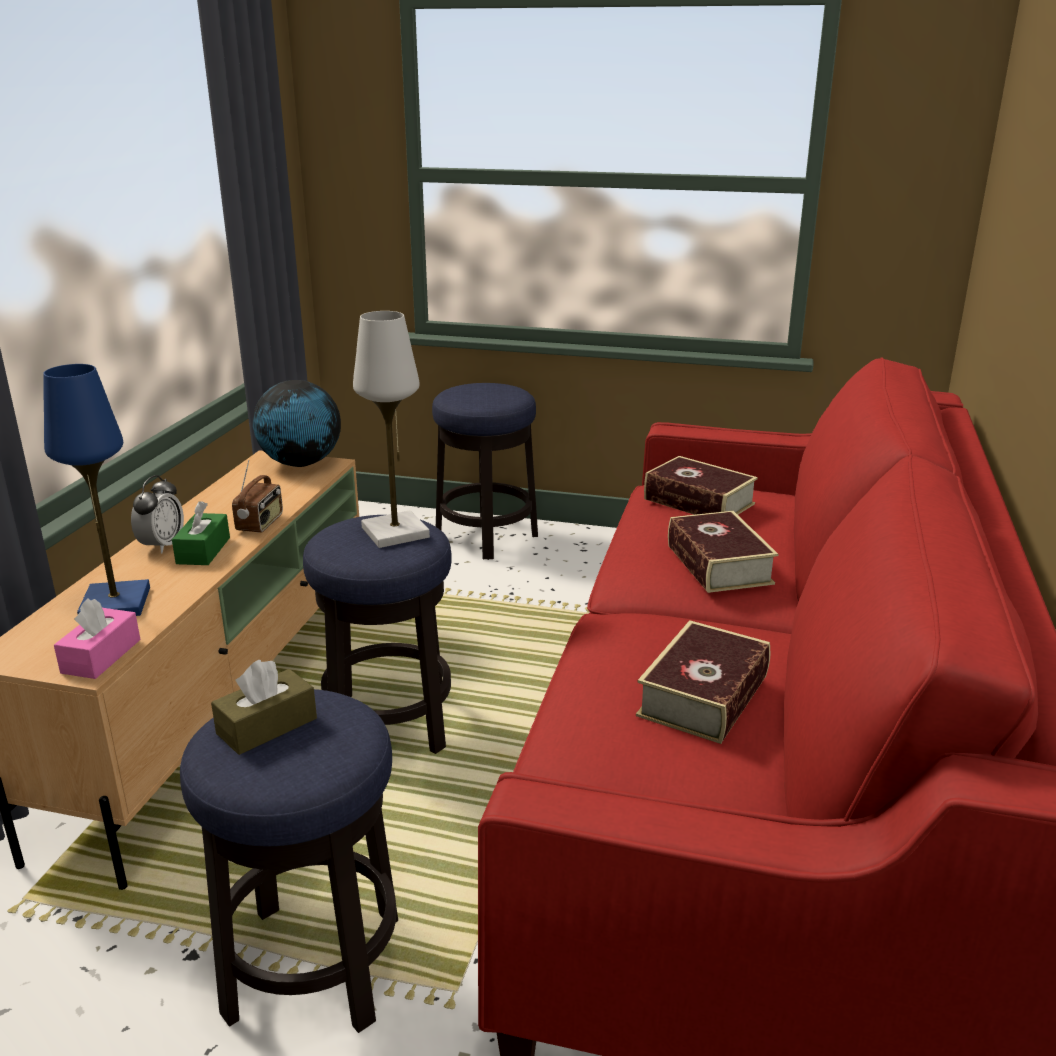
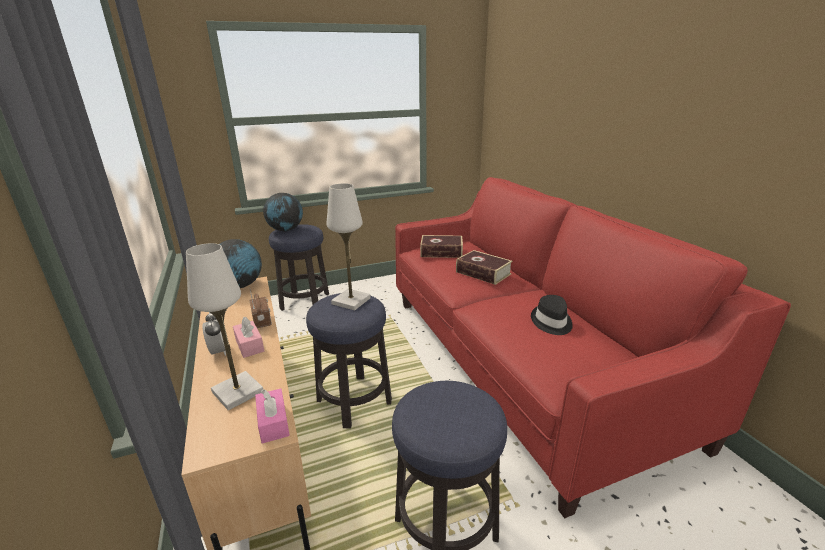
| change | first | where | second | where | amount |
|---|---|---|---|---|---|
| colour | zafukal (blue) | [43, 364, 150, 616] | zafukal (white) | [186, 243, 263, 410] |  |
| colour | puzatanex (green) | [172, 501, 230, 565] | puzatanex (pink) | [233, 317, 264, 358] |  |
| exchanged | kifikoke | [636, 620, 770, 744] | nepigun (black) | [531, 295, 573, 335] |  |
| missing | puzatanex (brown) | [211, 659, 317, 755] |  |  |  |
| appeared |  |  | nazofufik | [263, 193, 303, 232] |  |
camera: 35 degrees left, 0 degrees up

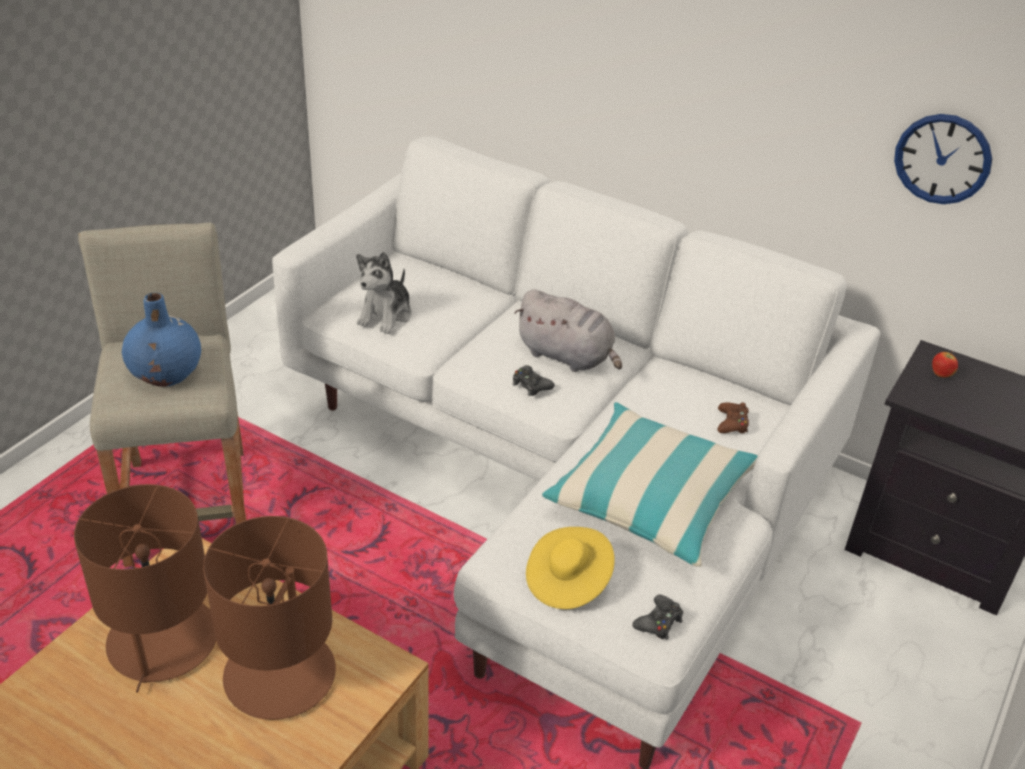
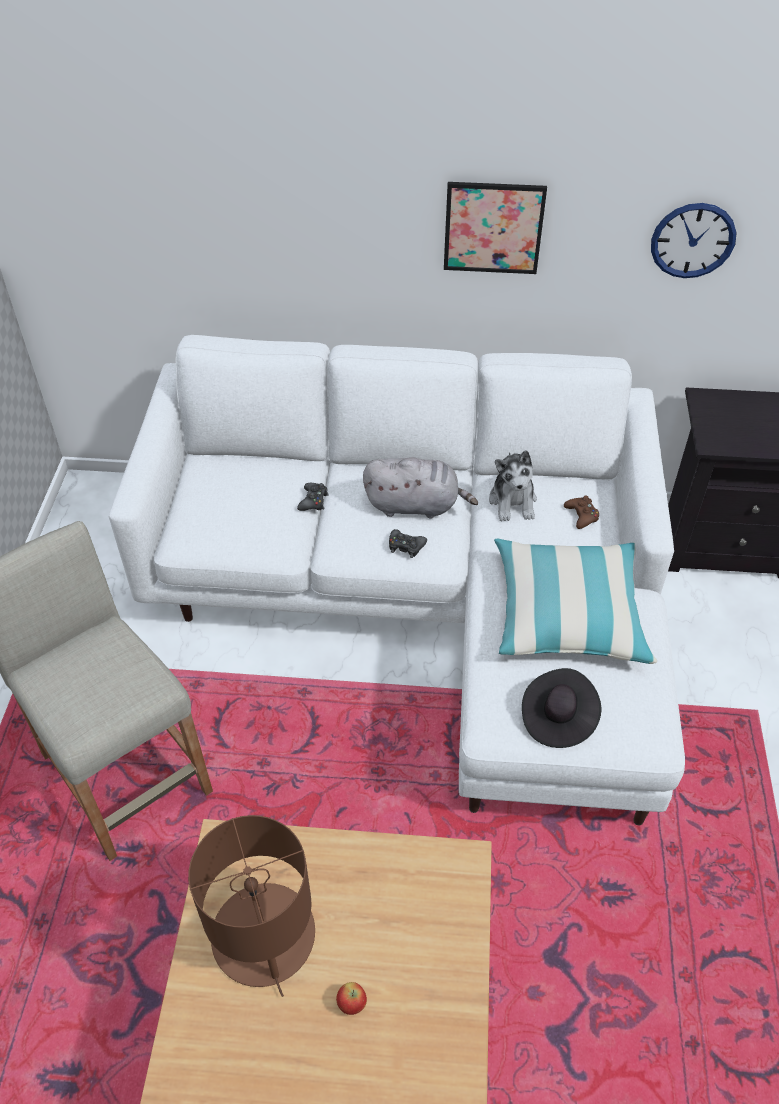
| change | first | where | second | where | amount |
|---|---|---|---|---|---|
| relocated | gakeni | [356, 252, 412, 334] |  | [489, 450, 537, 521] |  |
| missing | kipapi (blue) | [122, 293, 201, 387] |  |  |  |
| relocated | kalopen | [932, 351, 958, 378] |  | [336, 982, 367, 1015] |  |
| missing | zafukal (brown) | [203, 516, 336, 720] |  |  |  |
| colour | nepigun (yellow) | [526, 527, 615, 609] | nepigun (black) | [522, 668, 601, 748] |  |
| relocated | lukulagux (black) | [632, 595, 683, 640] |  | [297, 483, 329, 511] |  |
| appeared |  |  | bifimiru | [444, 182, 547, 274] |  |
camera: 25 degrees left, 10 degrees up

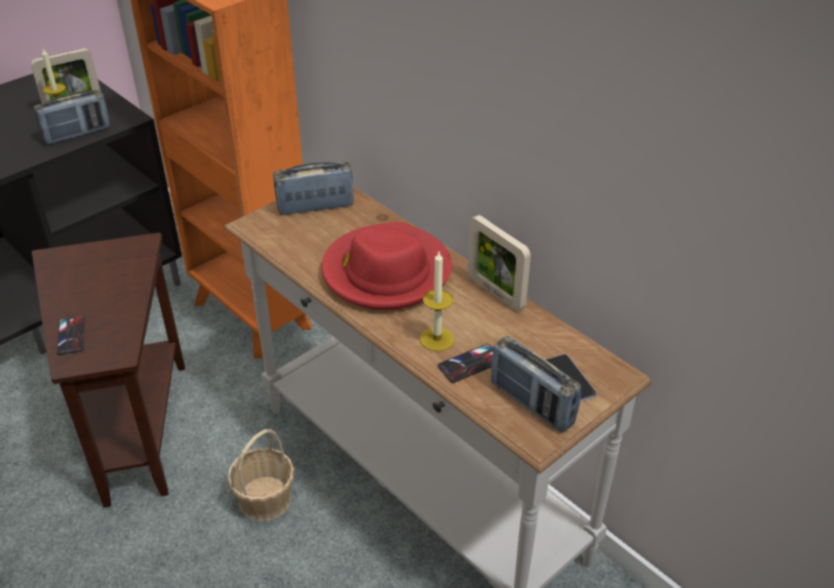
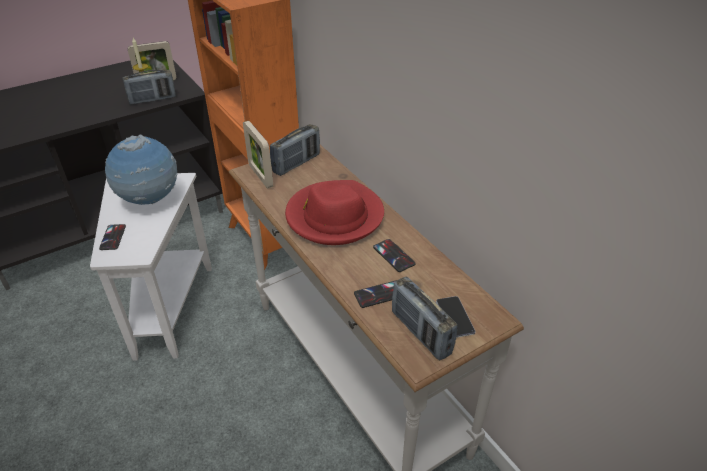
| change | first | where | second | where | amount |
|---|---|---|---|---|---|
| spun | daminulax | [273, 162, 354, 215] |  | [270, 124, 320, 176] | 135 degrees clockwise |
| relocated | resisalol | [467, 215, 531, 311] |  | [243, 121, 273, 189] |  |
| colour | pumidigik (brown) | [32, 233, 185, 507] | pumidigik (white) | [90, 173, 212, 361] |  |
| missing | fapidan | [420, 252, 454, 351] |  |  |  |
| missing | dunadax | [227, 429, 294, 521] |  |  |  |
| appeared |  |  | nazofufik | [105, 135, 177, 205] |  |
| appeared |  |  | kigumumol | [373, 239, 416, 272] |  |
camera: 10 degrees right, 0 degrees up

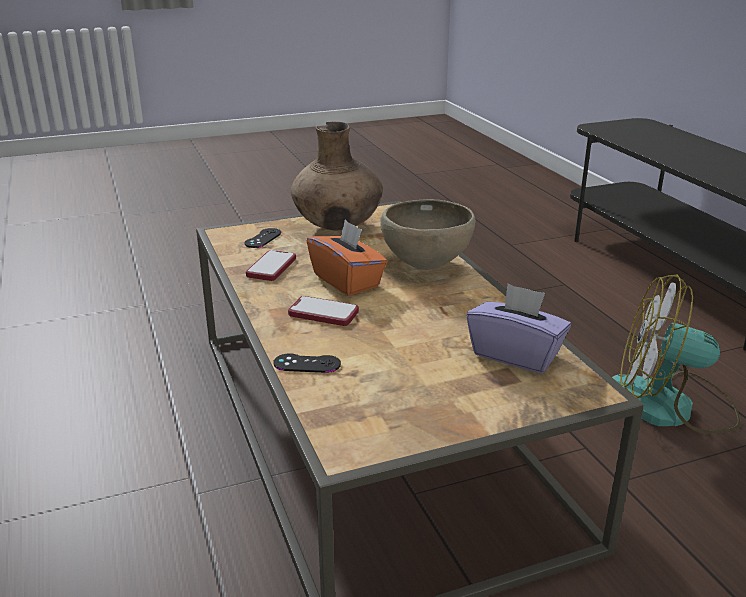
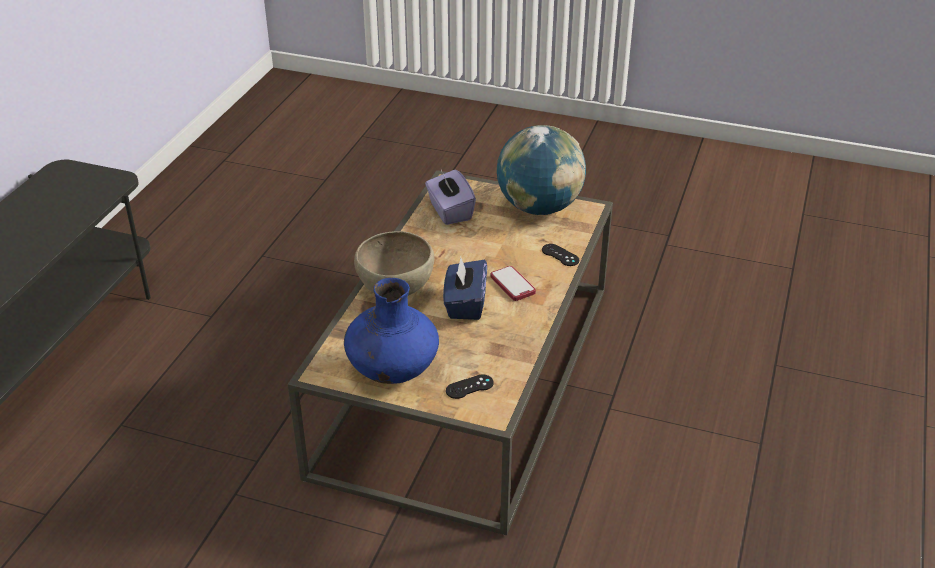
| change | first | where | second | where | amount |
|---|---|---|---|---|---|
| colour | kipapi (brown) | [291, 122, 383, 230] | kipapi (blue) | [344, 278, 439, 384] |  |
| colour | puzatanex (orange) | [307, 219, 387, 296] | puzatanex (blue) | [443, 257, 487, 320] |  |
| missing | kigumumol | [246, 250, 296, 281] |  |  |  |
| missing | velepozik | [612, 274, 741, 434] |  |  |  |
| appeared |  |  | nazofufik | [497, 125, 586, 215] |  |
camera: 140 degrees left, 10 degrees up

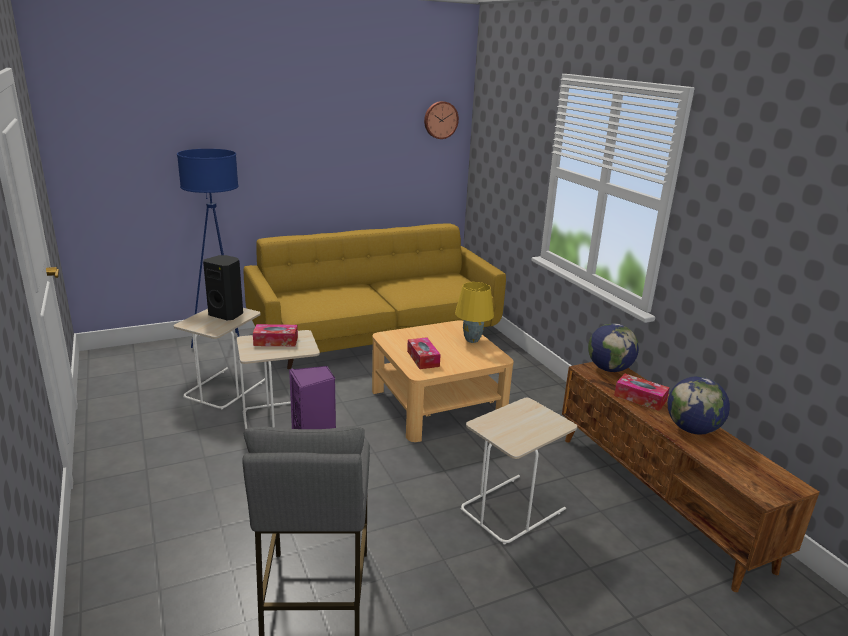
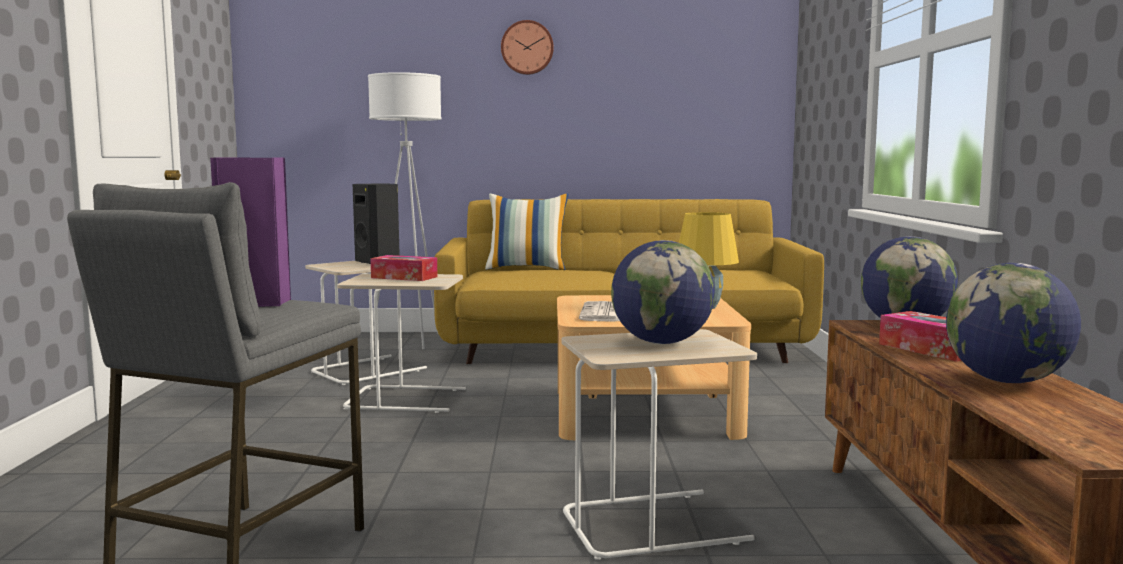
| change | first | where | second | where | amount |
|---|---|---|---|---|---|
| relocated | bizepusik | [424, 101, 459, 139] |  | [501, 20, 554, 75] |  |
| colour | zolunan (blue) | [177, 149, 240, 348] | zolunan (white) | [368, 72, 442, 349] |  |
| exchanged | puzatanex | [407, 337, 441, 369] | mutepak | [579, 301, 620, 322] |  |
| appeared |  |  | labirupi | [485, 194, 569, 270] |  |
| appeared |  |  | nazofufik | [611, 240, 715, 344] |  |
camera: 25 degrees right, 15 degrees down

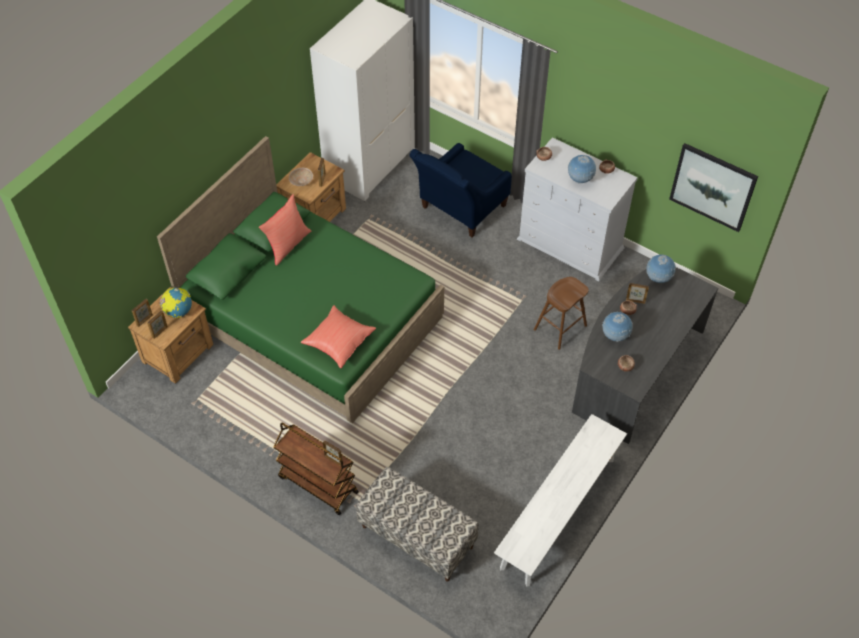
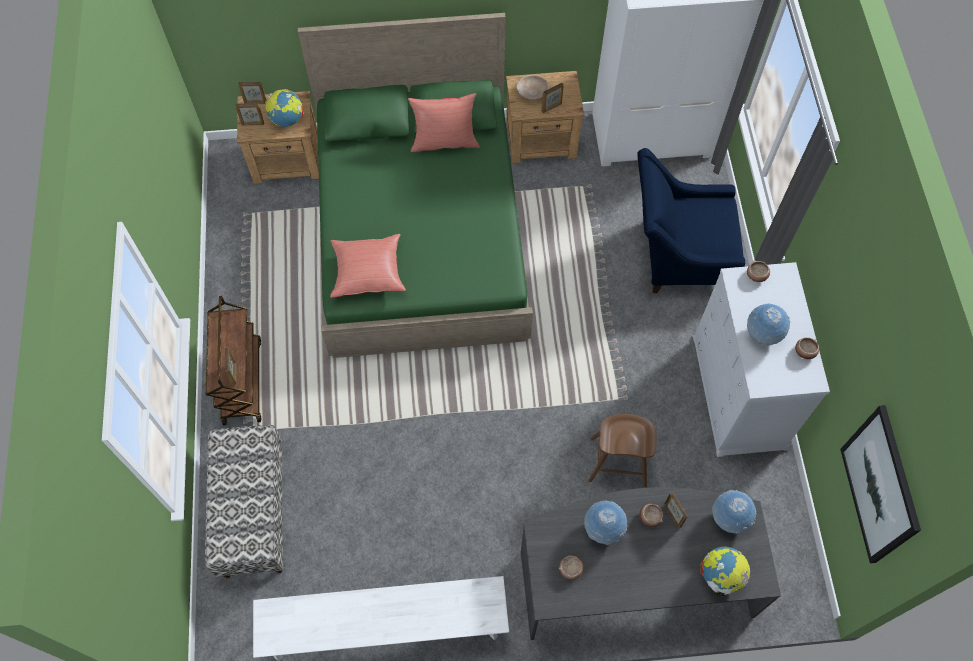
| change | first | where | second | where | amount |
|---|---|---|---|---|---|
| appeared |  |  | nazofufik | [701, 547, 750, 596] |  |
camera: 50 degrees right, 10 degrees up

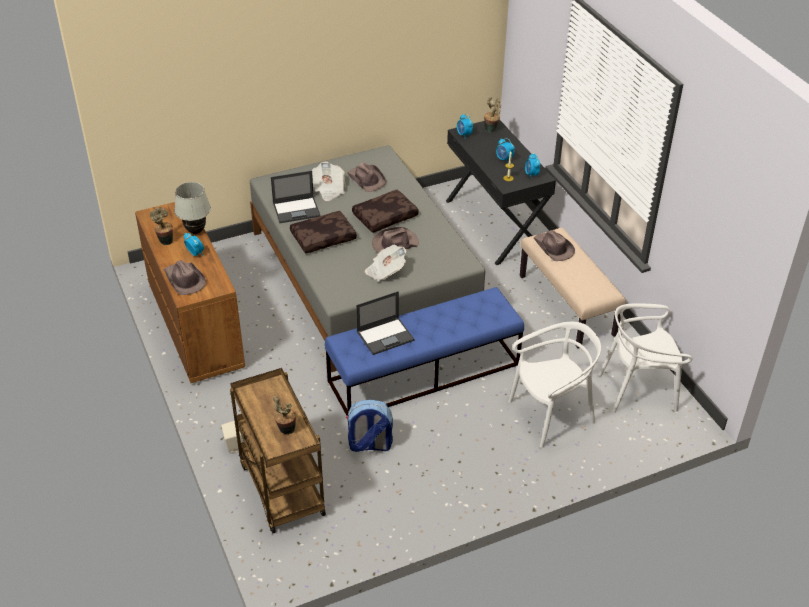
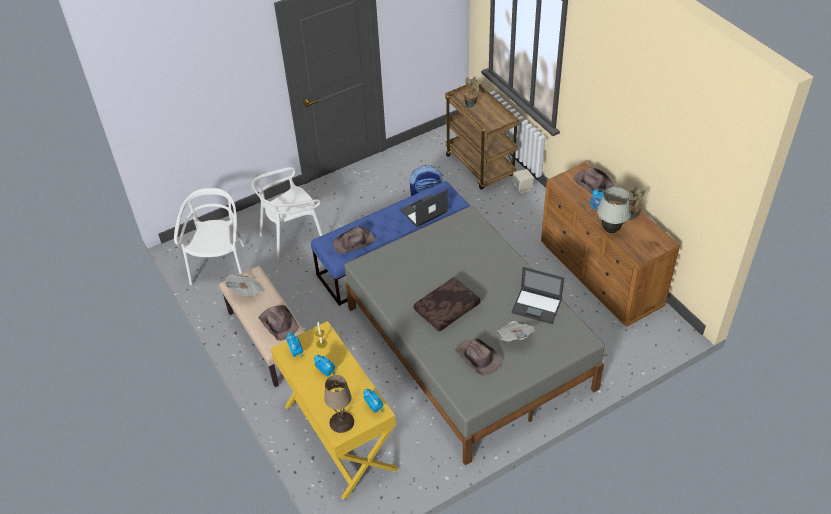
| change | first | where | second | where | amount |
|---|---|---|---|---|---|
| exchanged | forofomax | [484, 97, 501, 132] | zafukal (beige) | [325, 375, 354, 433] |  |
| colour | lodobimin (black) | [446, 120, 556, 265] | lodobimin (yellow) | [271, 321, 399, 500] |  |
| spun | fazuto | [271, 171, 321, 223] |  | [511, 267, 564, 324] | 135 degrees counterclockwise |
| missing | labirupi (brown) | [290, 211, 357, 254] |  |  |  |
| relocated | nepigun (brown) | [372, 227, 419, 253] |  | [333, 227, 375, 254] |  |
| relocated | mutepak | [365, 244, 407, 282] |  | [224, 274, 266, 297] |  |
| spun | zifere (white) | [599, 304, 692, 413] |  | [174, 188, 245, 285] | 75 degrees counterclockwise |
camera: 175 degrees right, 5 degrees up

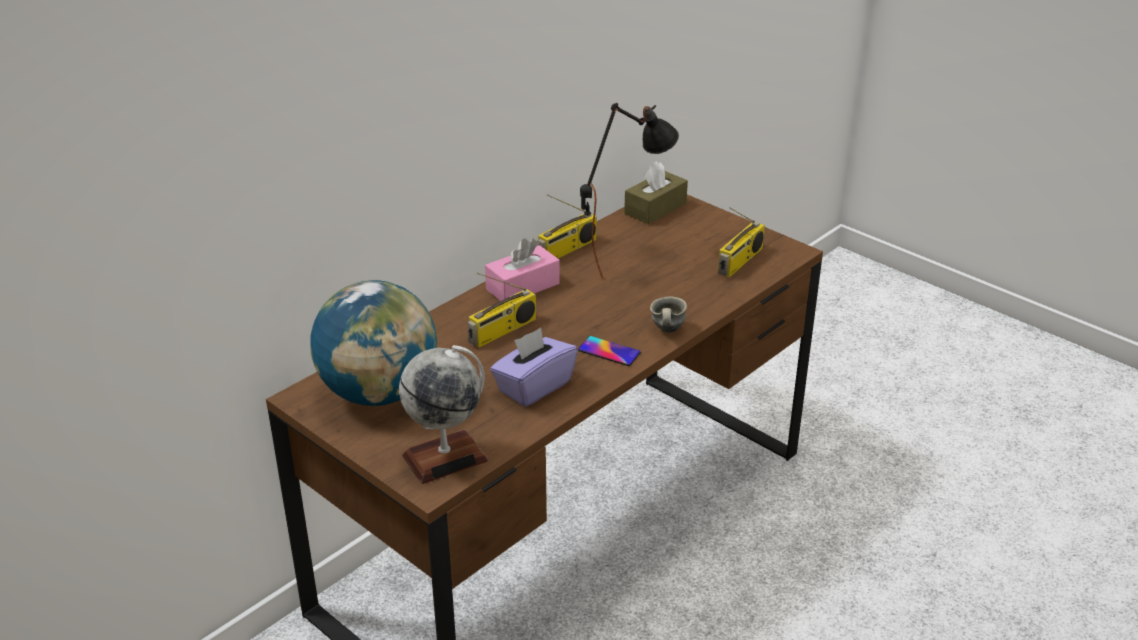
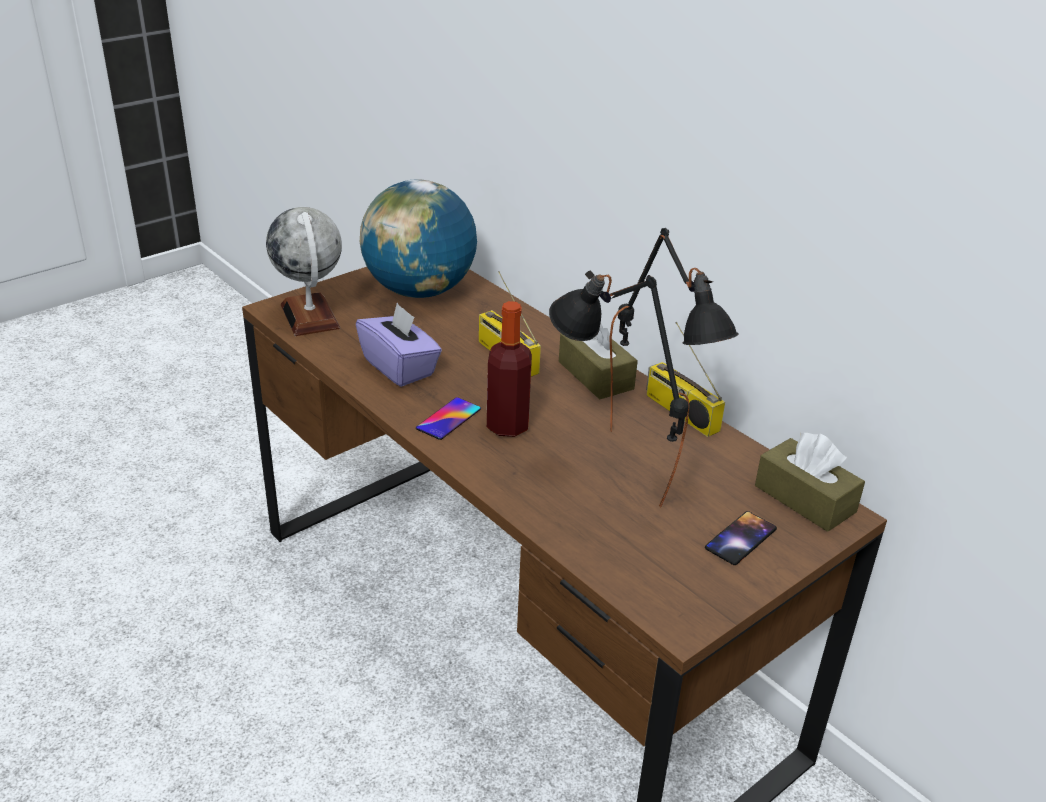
| change | first | where | second | where | amount |
|---|---|---|---|---|---|
| missing | daminulax | [718, 207, 765, 278] |  |  |  |
| colour | puzatanex (pink) | [485, 238, 560, 301] | puzatanex (brown) | [559, 323, 638, 399] |  |
| missing | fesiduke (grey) | [650, 296, 687, 333] |  |  |  |
| appeared |  |  | zafukal (black) | [549, 270, 689, 507] |  |
| appeared |  |  | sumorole | [487, 301, 532, 437] |  |
| appeared |  |  | kigumumol | [705, 511, 777, 565] |  |
camera: 95 degrees right, 0 degrees up

